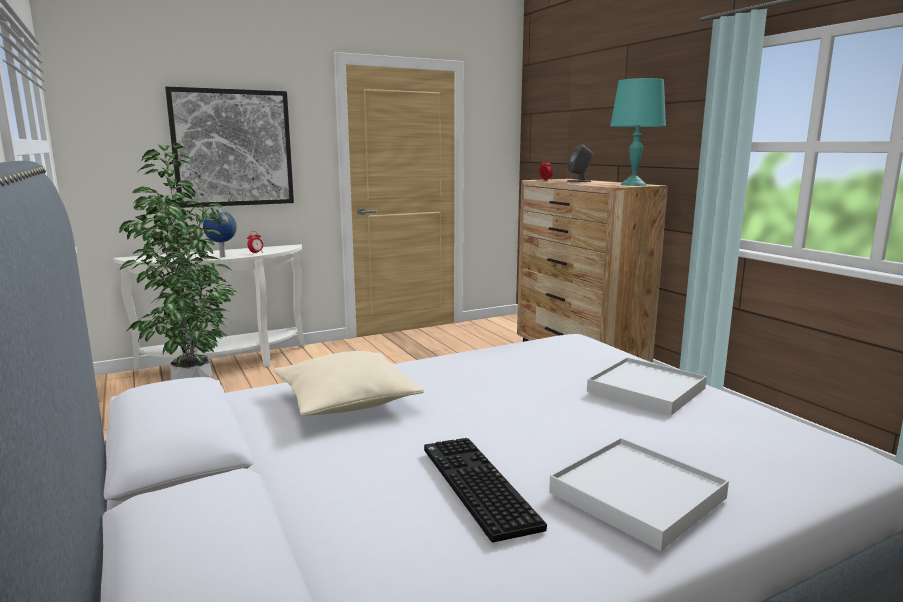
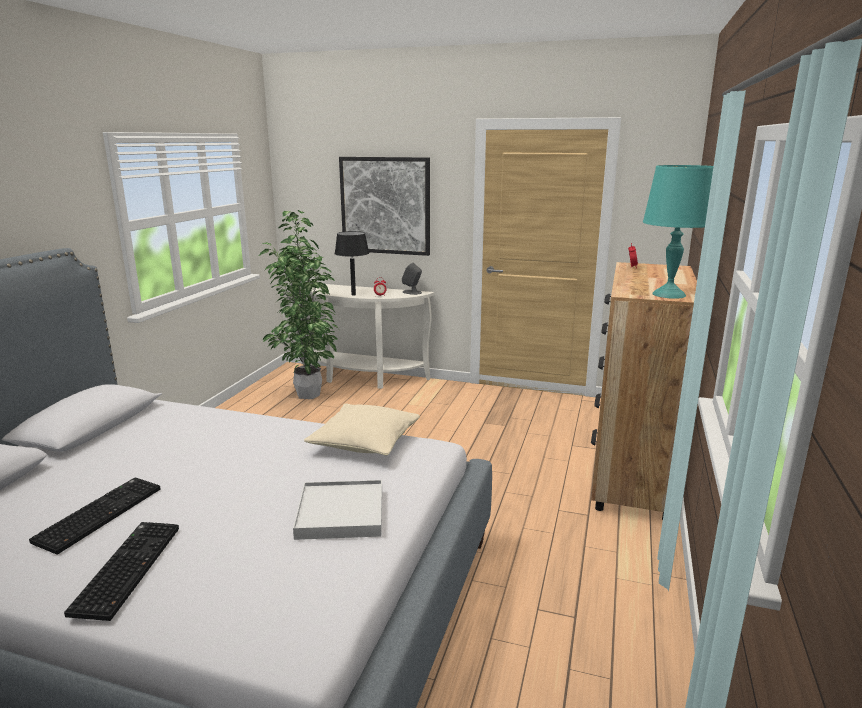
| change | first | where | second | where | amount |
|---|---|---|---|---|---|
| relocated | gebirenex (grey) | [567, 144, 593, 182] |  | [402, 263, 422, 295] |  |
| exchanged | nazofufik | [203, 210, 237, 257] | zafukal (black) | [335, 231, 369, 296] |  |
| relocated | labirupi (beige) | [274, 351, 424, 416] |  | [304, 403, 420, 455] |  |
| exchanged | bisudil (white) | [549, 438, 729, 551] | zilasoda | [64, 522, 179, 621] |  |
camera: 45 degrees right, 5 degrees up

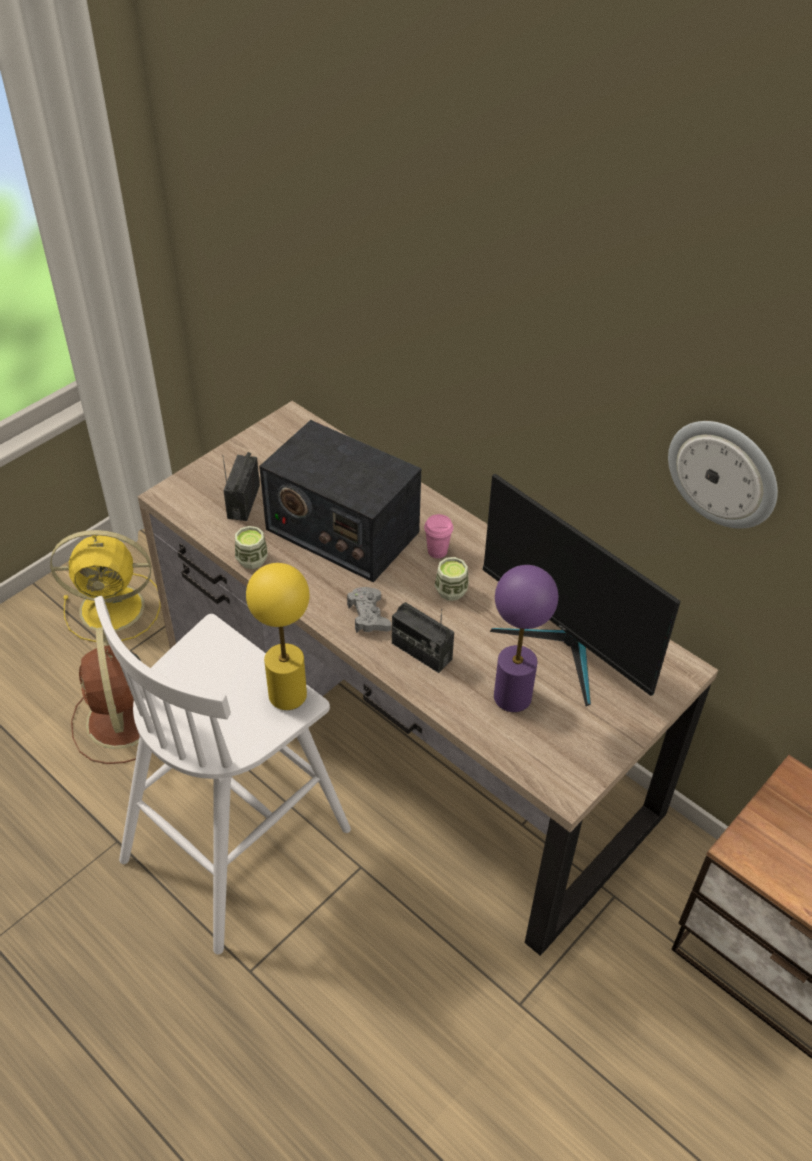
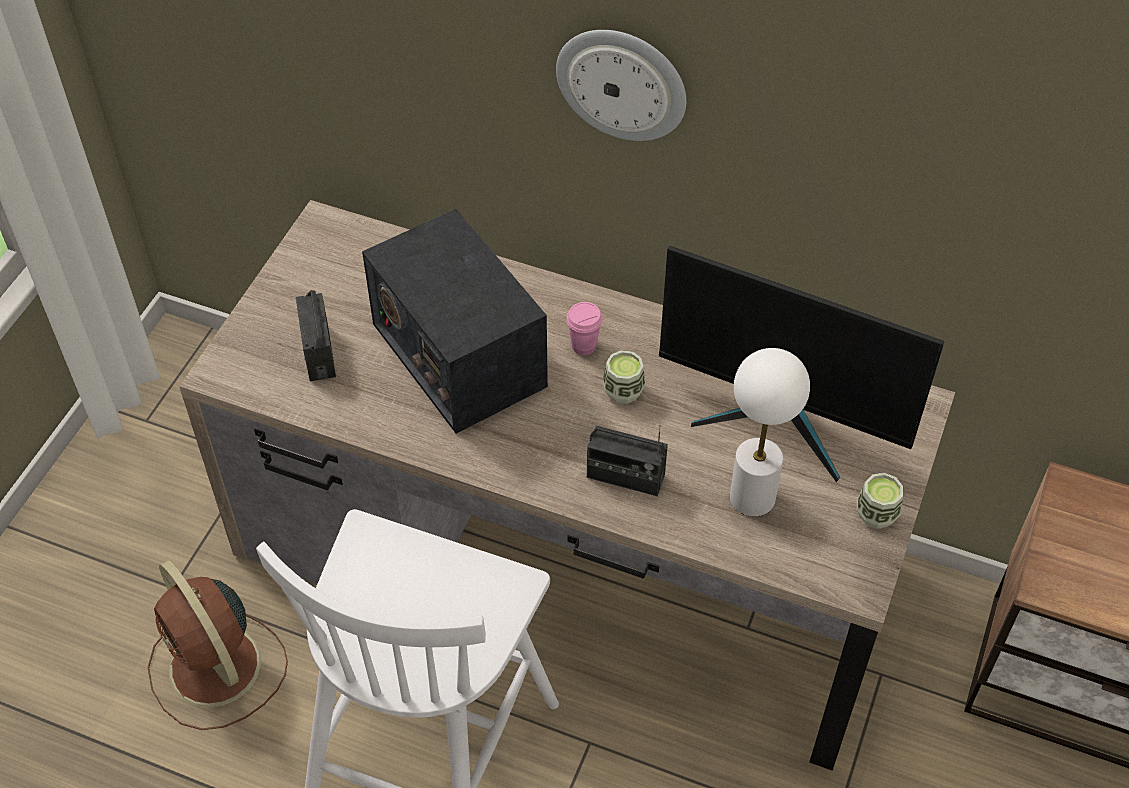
| change | first | where | second | where | amount |
|---|---|---|---|---|---|
| spun | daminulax | [259, 420, 421, 582] |  | [362, 209, 548, 434] | 45 degrees clockwise |
| relocated | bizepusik | [668, 421, 778, 529] |  | [556, 30, 686, 141] |  |
| relocated | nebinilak | [235, 526, 268, 569] |  | [857, 473, 903, 529] |  |
| missing | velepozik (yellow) | [50, 530, 161, 642] |  |  |  |
| missing | zafukal (yellow) | [246, 563, 310, 710] |  |  |  |
| colour | zafukal (purple) | [494, 565, 558, 712] | zafukal (white) | [730, 348, 810, 516] |  |
| missing | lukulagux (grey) | [347, 587, 392, 633] |  |  |  |
camera: 20 degrees left, 5 degrees up

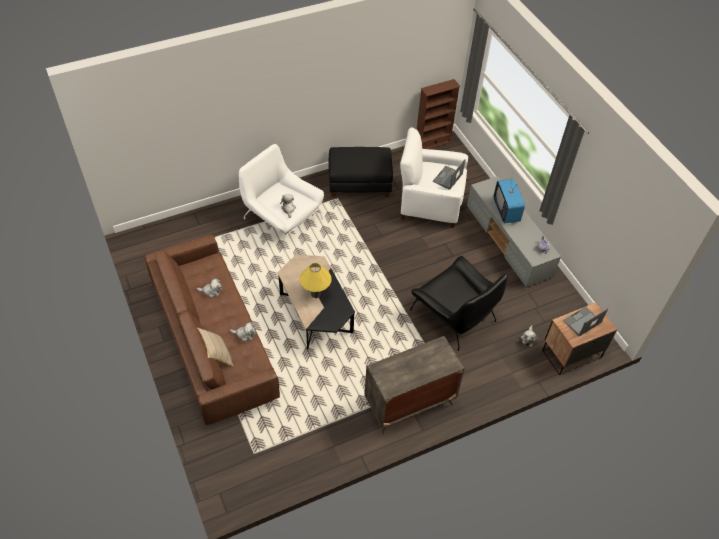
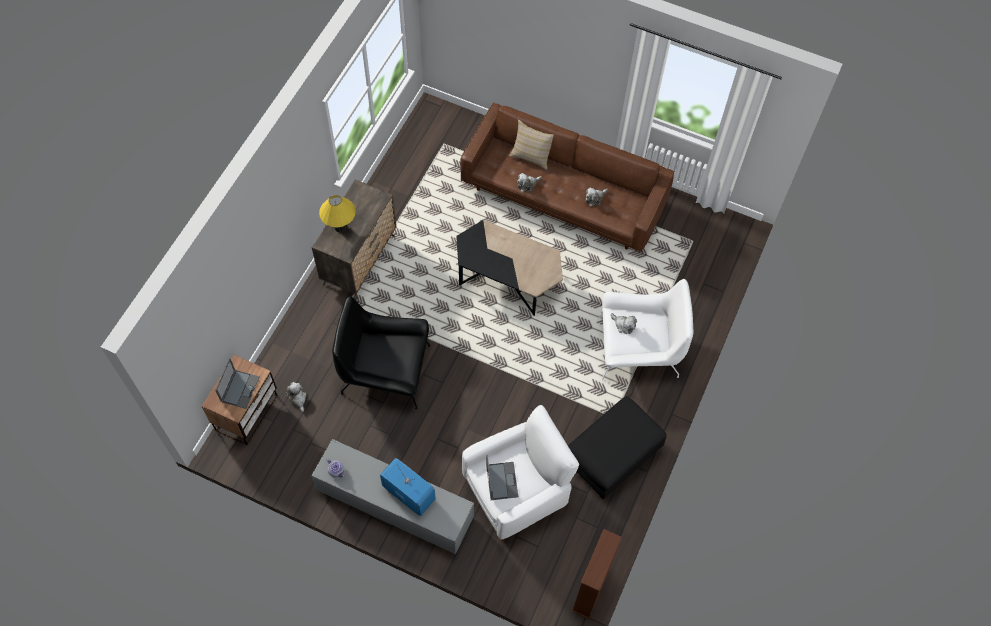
| change | first | where | second | where | amount |
|---|---|---|---|---|---|
| relocated | zafukal (yellow) | [300, 263, 332, 298] |  | [319, 195, 356, 232] |  |
camera: 140 degrees right, 10 degrees up

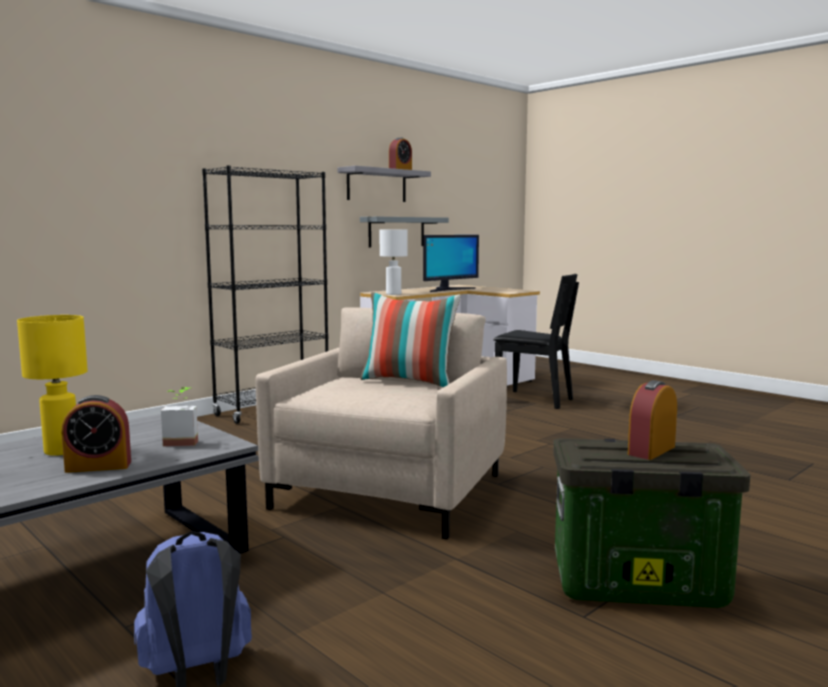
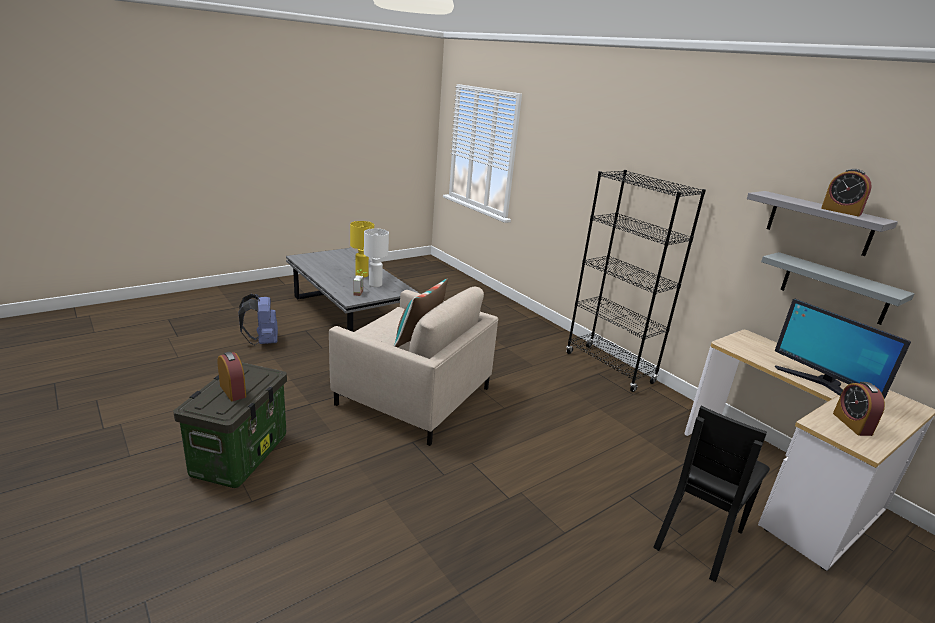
| change | first | where | second | where | amount |
|---|---|---|---|---|---|
| relocated | zafukal (white) | [380, 230, 407, 295] |  | [364, 228, 389, 287] |  |
| relocated | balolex | [61, 395, 131, 473] |  | [833, 382, 885, 436] |  |
camera: 95 degrees right, 15 degrees up

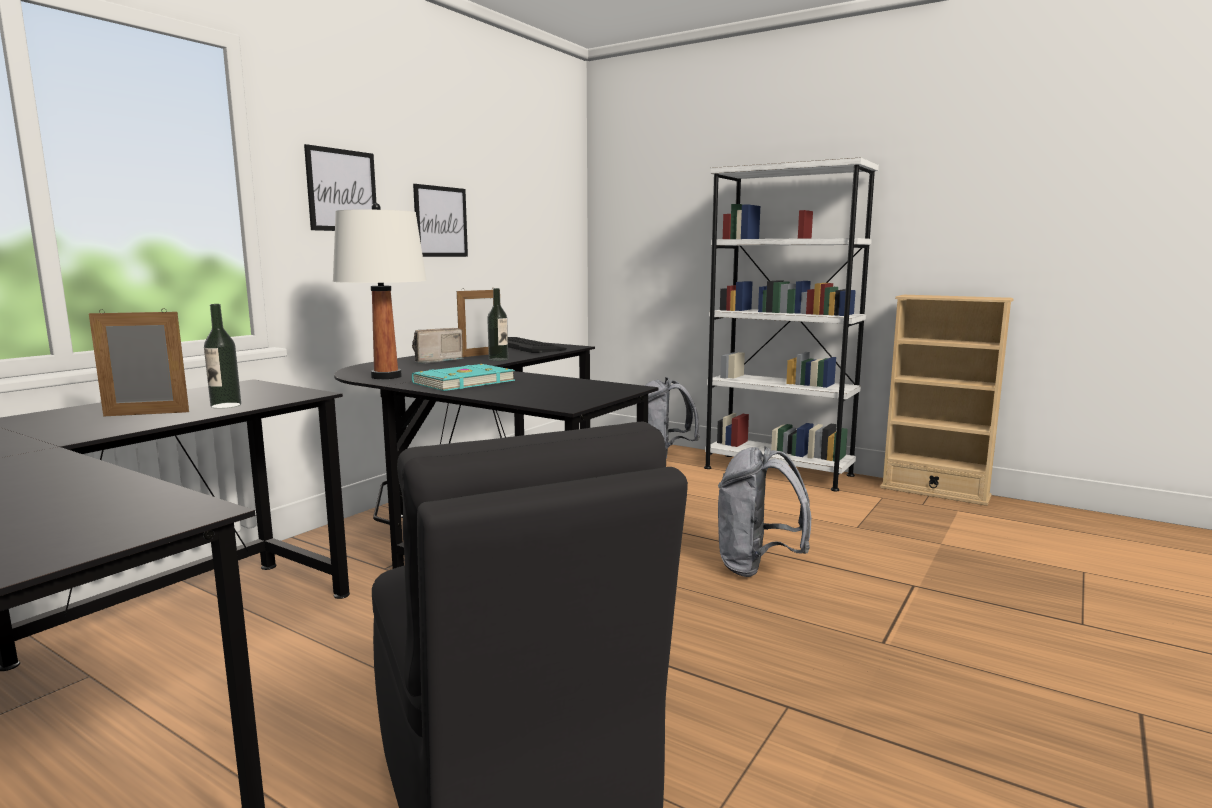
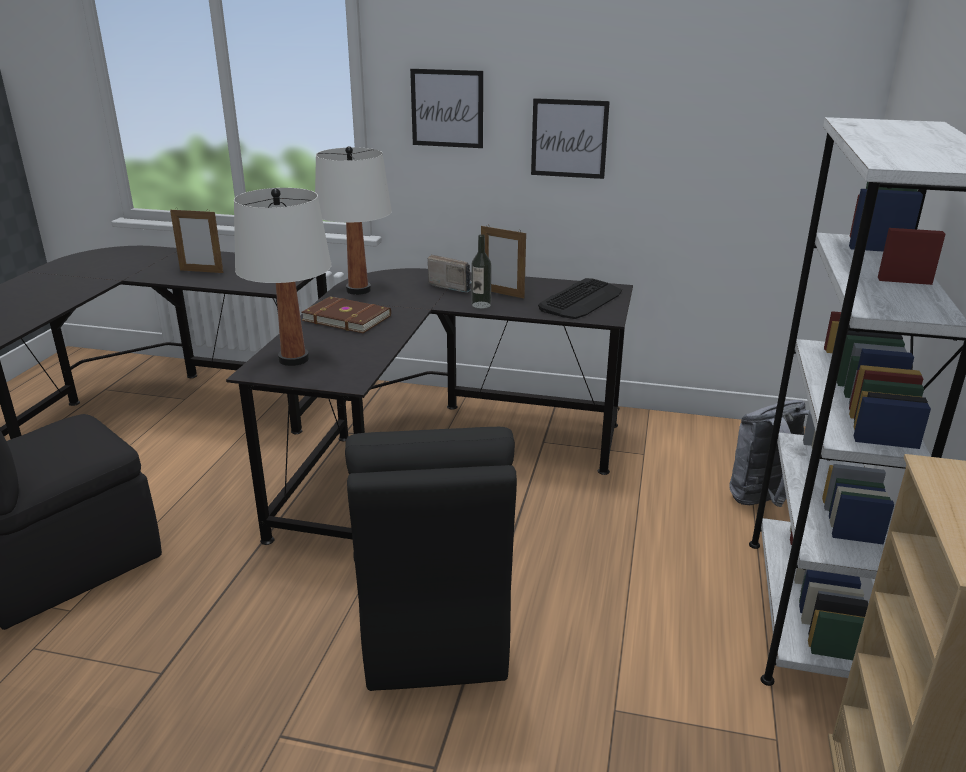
| change | first | where | second | where | amount |
|---|---|---|---|---|---|
| missing | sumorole | [204, 304, 241, 409] |  |  |  |
| spun | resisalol | [89, 308, 189, 417] |  | [170, 208, 223, 273] | 135 degrees clockwise |
| colour | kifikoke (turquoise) | [412, 364, 515, 391] | kifikoke (brown) | [301, 296, 391, 333] |  |
| exchanged | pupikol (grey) | [718, 446, 811, 577] | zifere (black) | [345, 427, 517, 691] |  |
| appeared |  |  | zafukal (white) | [234, 188, 331, 366] |  |
camera: 70 degrees right, 15 degrees up

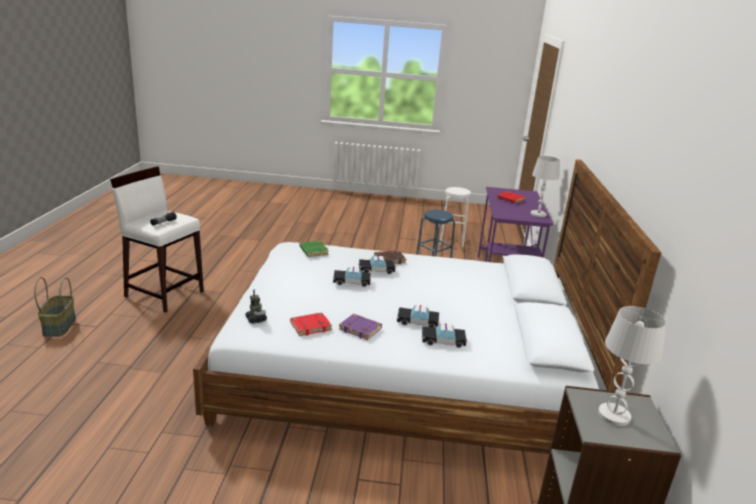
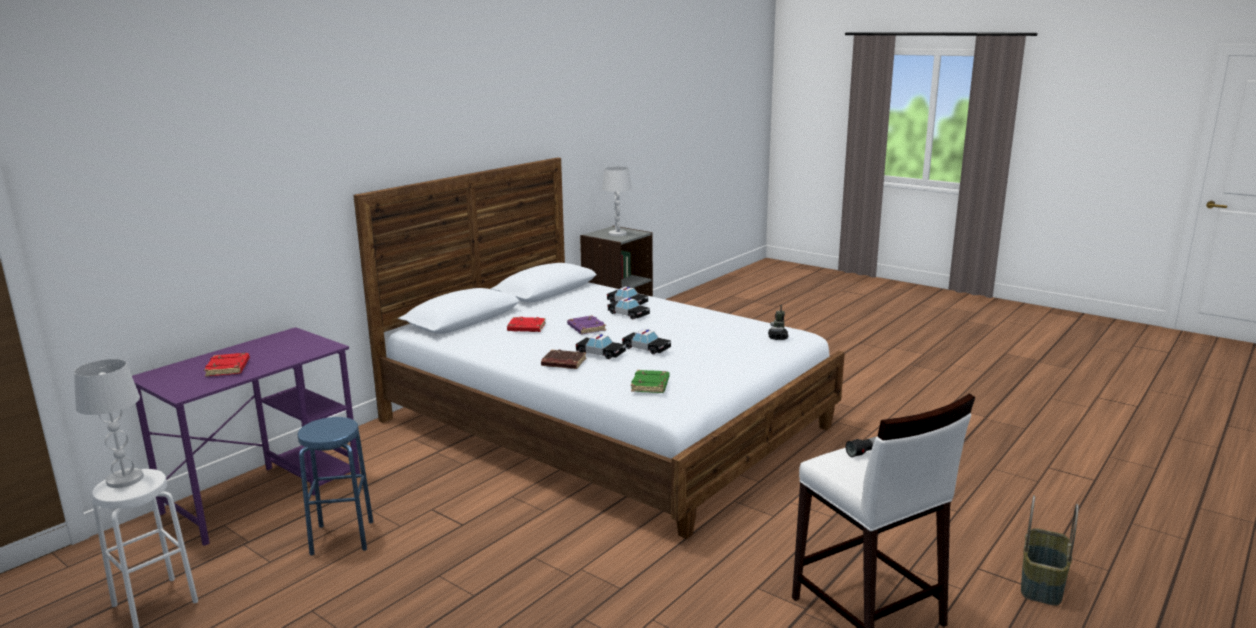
| change | first | where | second | where | amount |
|---|---|---|---|---|---|
| relocated | zafukal (white) | [530, 156, 560, 217] |  | [74, 359, 144, 488] |  |
| relocated | kifikoke (red) | [290, 312, 332, 336] |  | [507, 317, 546, 332] |  |
| relocated | kifikoke (purple) | [339, 314, 382, 340] |  | [567, 315, 606, 334] |  |
camera: 145 degrees left, 5 degrees down

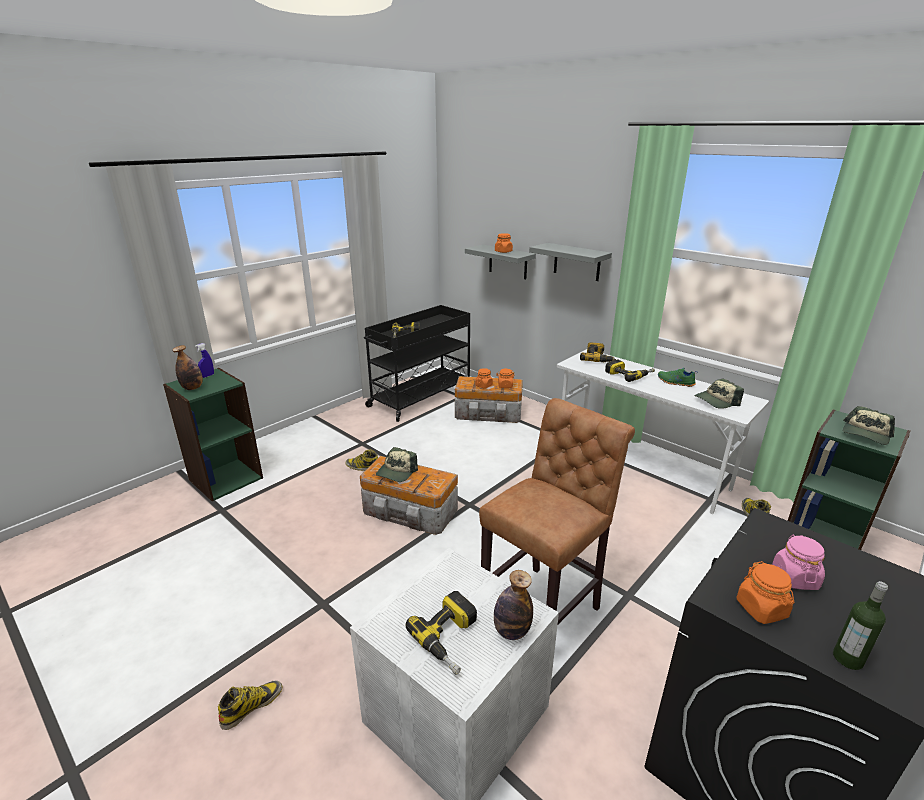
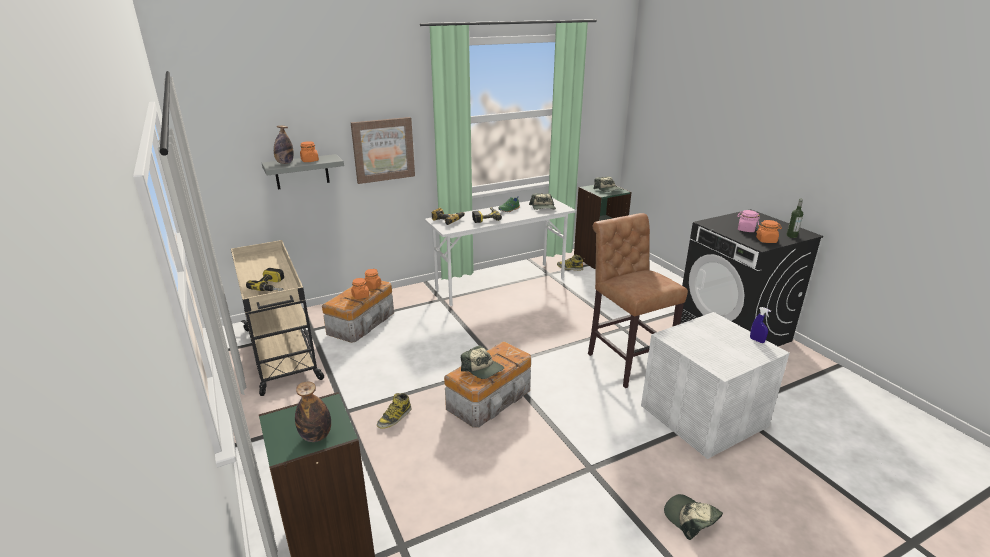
| change | first | where | second | where | amount |
|---|---|---|---|---|---|
| exchanged | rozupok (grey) | [529, 243, 612, 281] | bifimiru | [351, 117, 415, 184] |  |
| colour | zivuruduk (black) | [364, 305, 470, 422] | zivuruduk (beige) | [231, 240, 324, 396] |  |
| relocated | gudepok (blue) | [195, 343, 214, 378] |  | [750, 307, 771, 343] |  |
| relocated | sumorole | [494, 570, 533, 640] |  | [274, 125, 294, 164] |  |
| missing | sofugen | [406, 591, 477, 675] |  |  |  |
| exchanged | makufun | [218, 680, 283, 730] | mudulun | [664, 494, 723, 540] |  |
camera: 70 degrees left, 0 degrees up

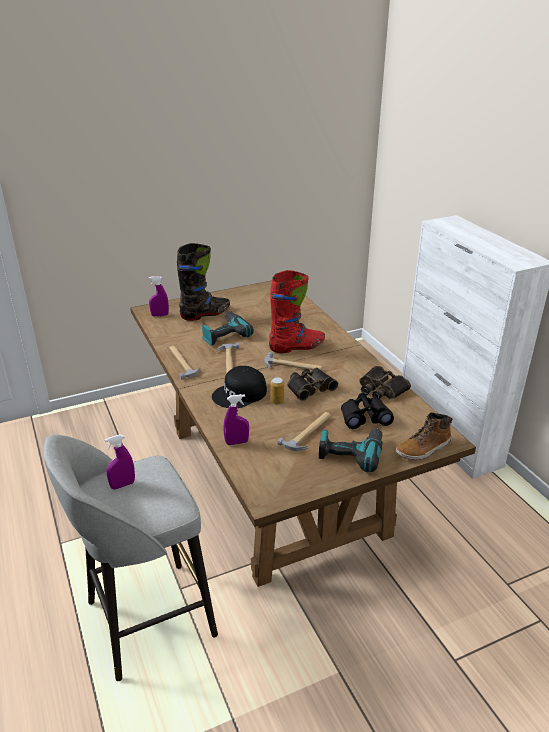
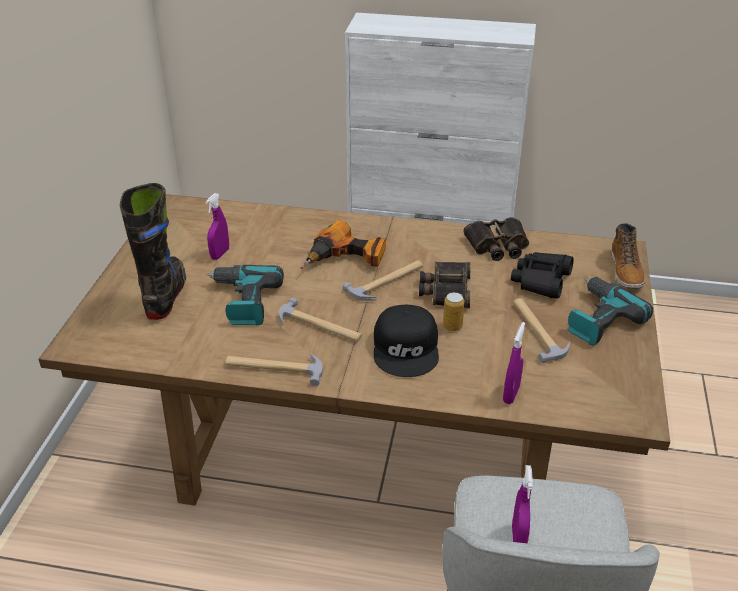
| change | first | where | second | where | amount |
|---|---|---|---|---|---|
| exchanged | makufun (red) | [269, 270, 325, 353] | sofugen | [300, 220, 386, 269] |  |
| relocated | gudepok (purple) | [149, 276, 169, 317] |  | [205, 193, 229, 260] |  |
camera: 55 degrees left, 5 degrees up

